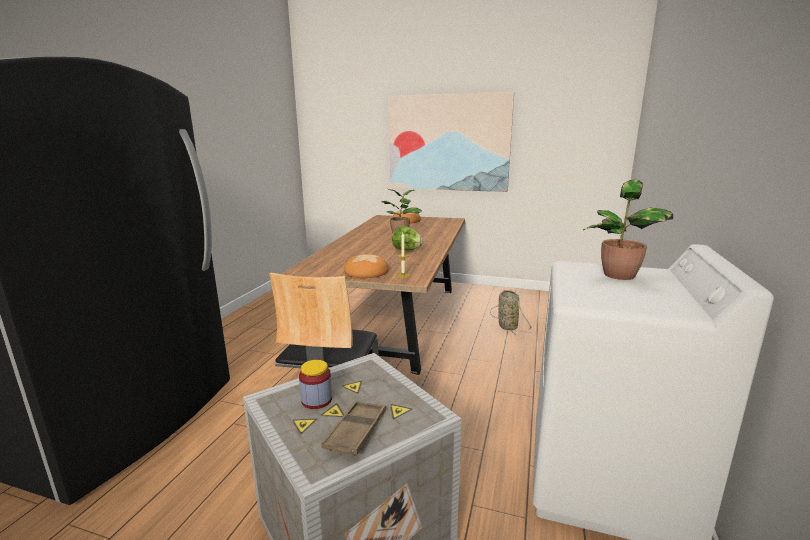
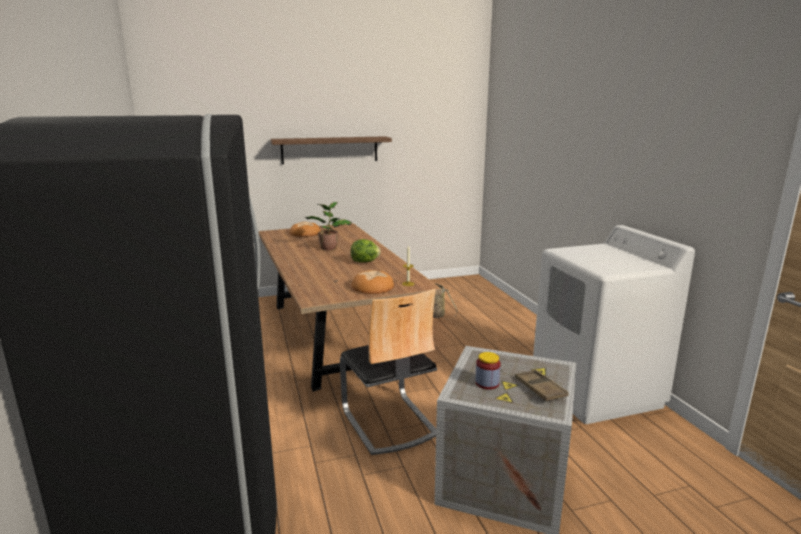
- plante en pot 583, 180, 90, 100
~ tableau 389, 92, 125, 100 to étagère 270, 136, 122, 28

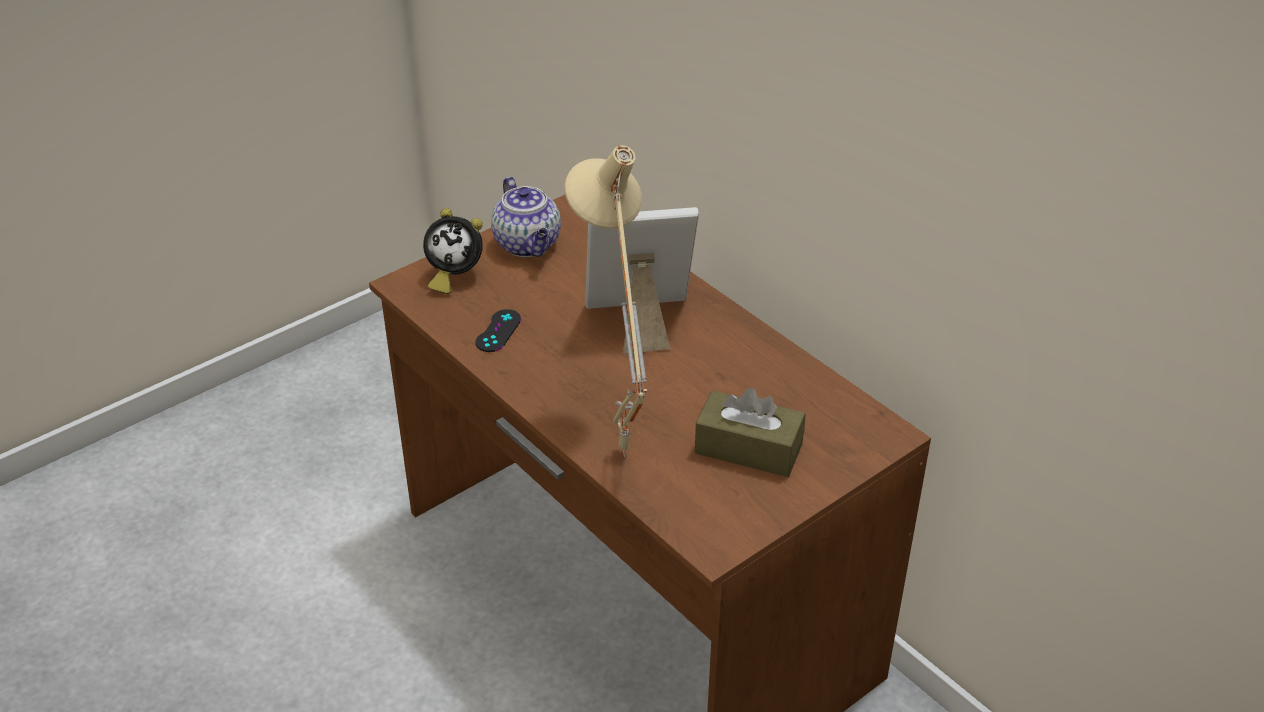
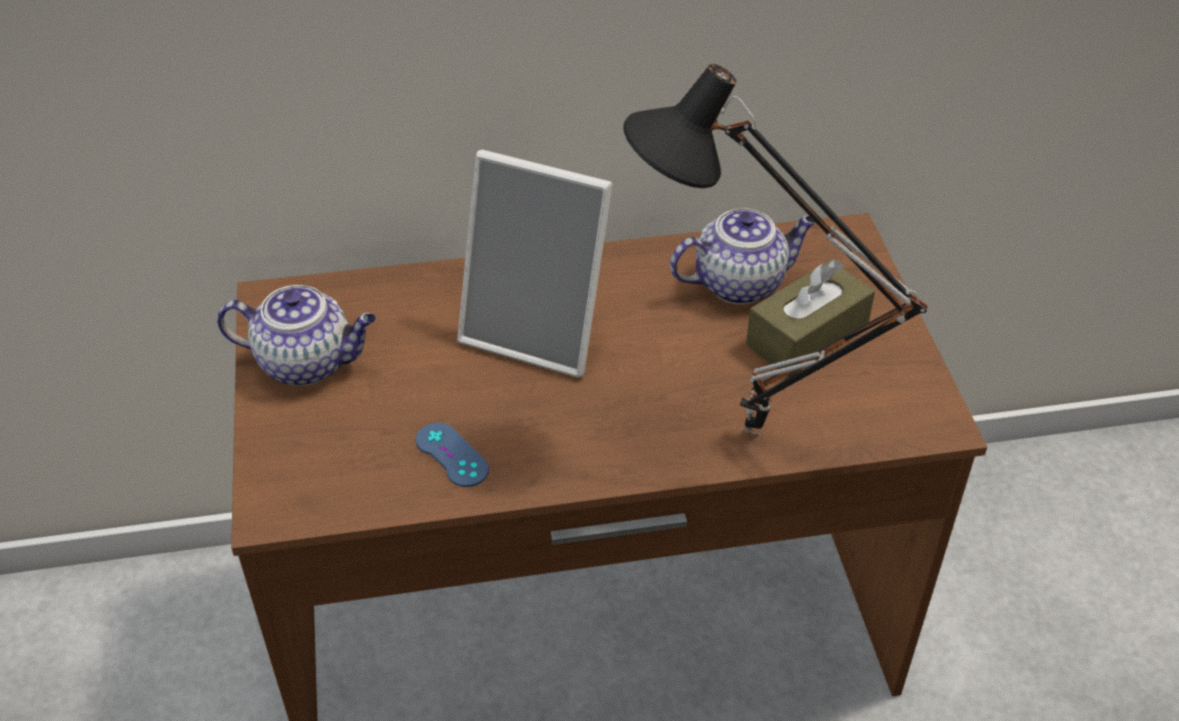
- réveil 423, 208, 60, 86
+ théière 670, 208, 146, 96
~ manette (noir) 475, 309, 46, 43 to manette (bleu) 416, 423, 73, 64
~ lampe de table (beige) 564, 145, 83, 313 to lampe de table (noir) 623, 64, 305, 371
~ cadre photo 585, 207, 114, 146 = 457, 150, 155, 228 90 degrees counterclockwise

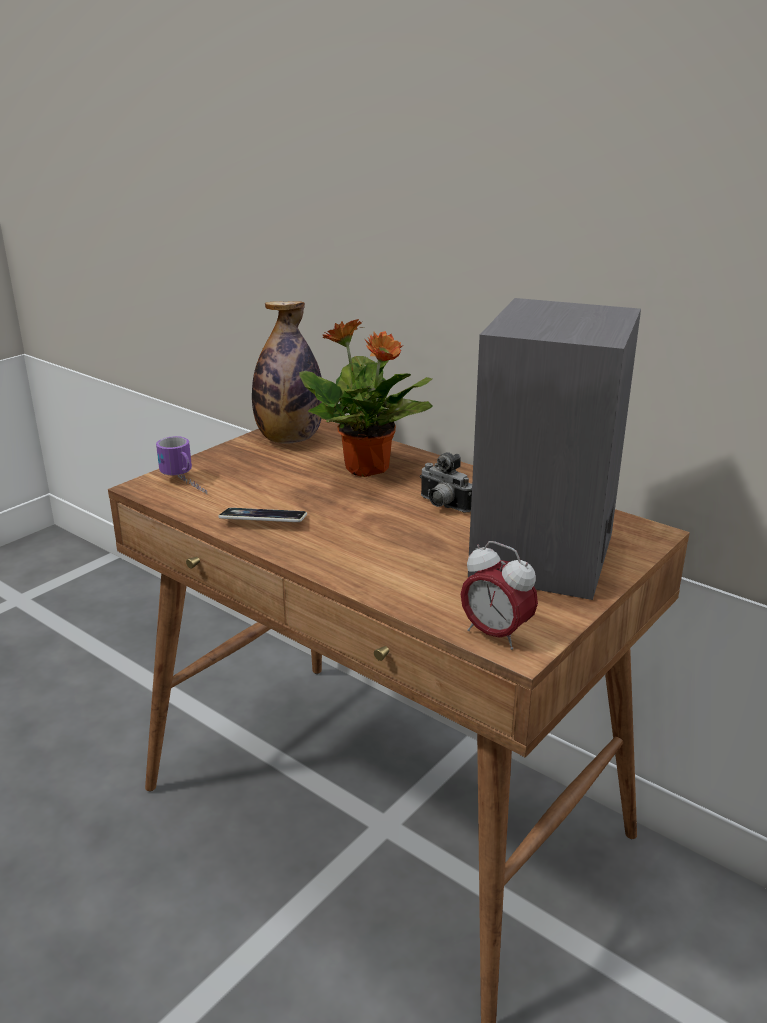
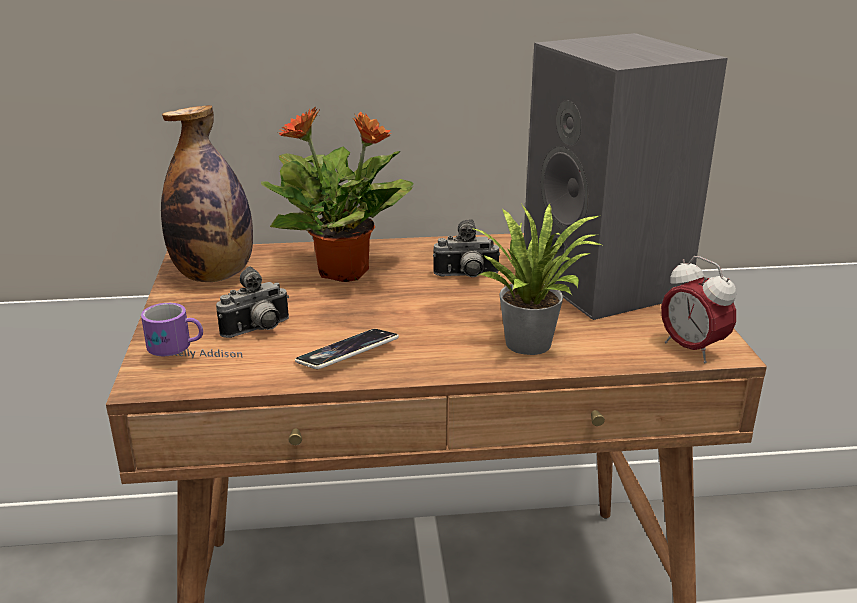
+ appareil photo 216, 266, 73, 72
+ plante en pot 474, 203, 127, 152
~ réveil 461, 541, 77, 109 = 661, 256, 75, 107 60 degrees clockwise

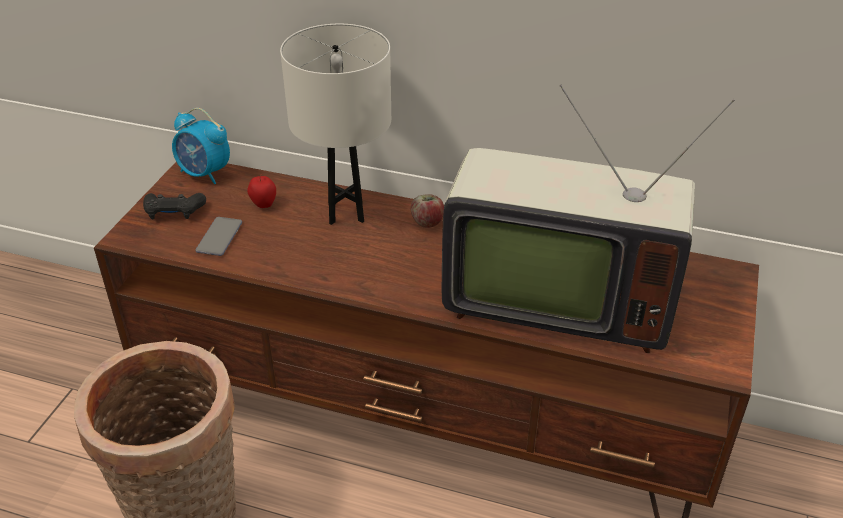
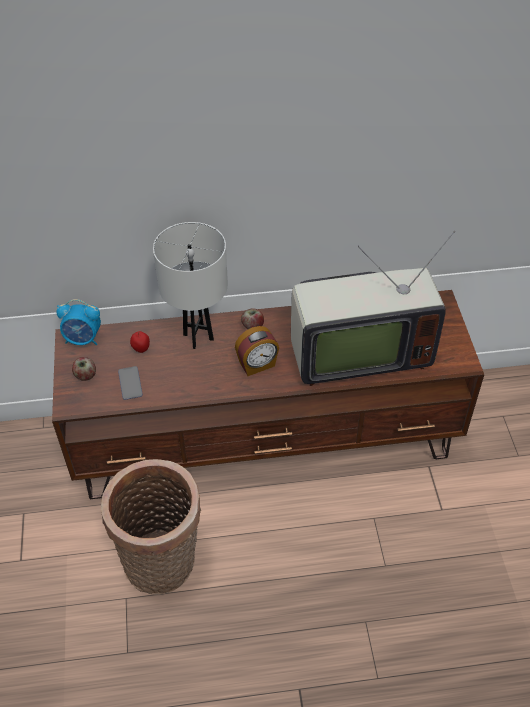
+ réveil 235, 326, 44, 50
~ manette (noir) 143, 193, 63, 26 to pomme 72, 357, 24, 24

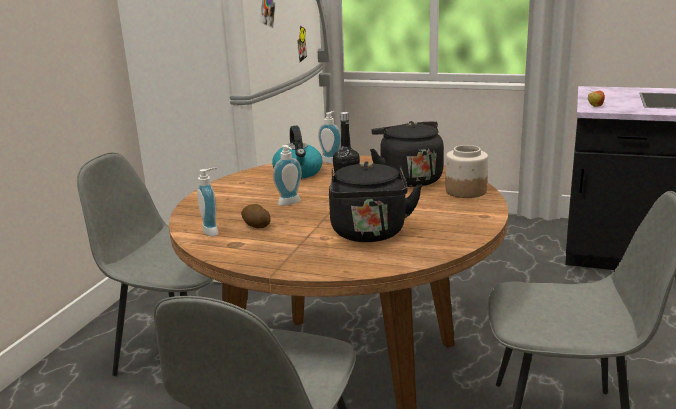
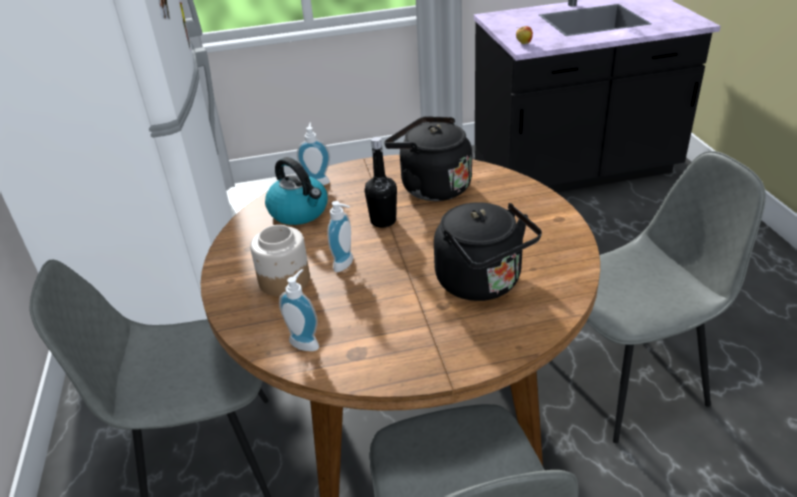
- pomme de terre 241, 204, 30, 25
~ bocal 445, 145, 43, 53 to 250, 225, 60, 71

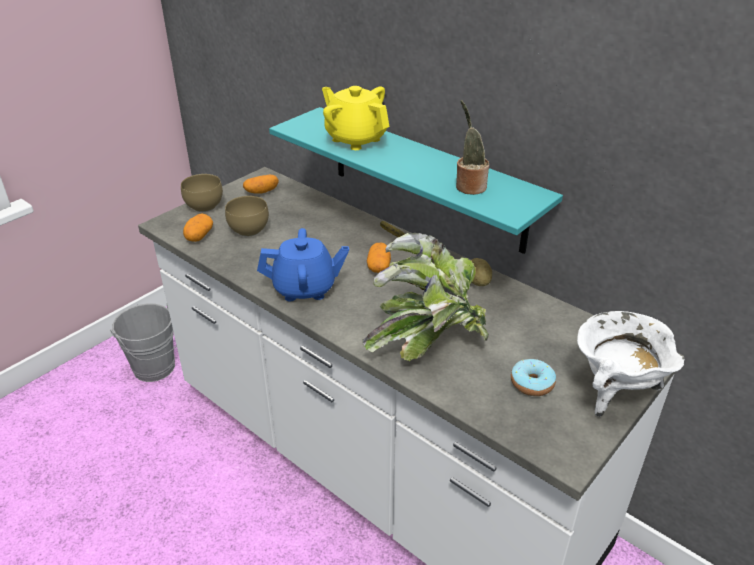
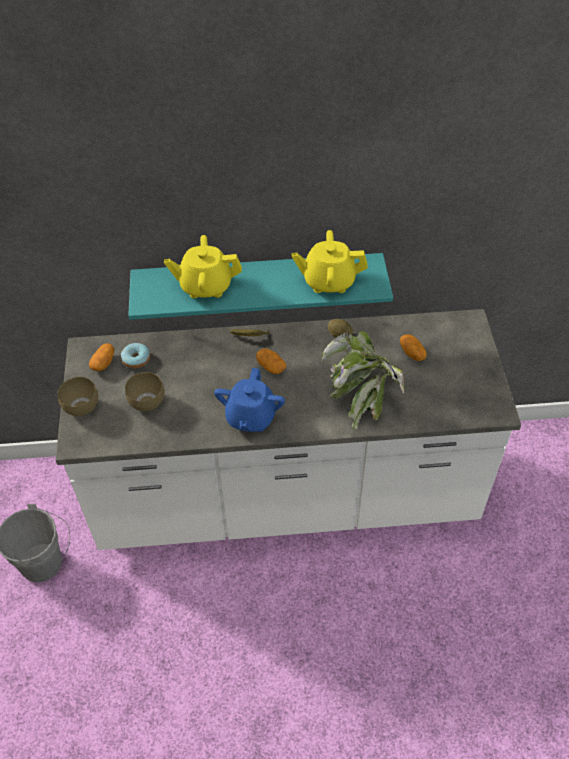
- marmite (blanc) 577, 311, 107, 106
~ pomme de terre 183, 213, 30, 29 to 400, 334, 27, 27
~ beignet 511, 359, 45, 37 to 121, 343, 29, 26
~ plante en pot 456, 100, 33, 95 to théière (jaune) 292, 230, 75, 63
~ théière (bleu) 257, 228, 92, 73 = 214, 368, 71, 64 150 degrees clockwise

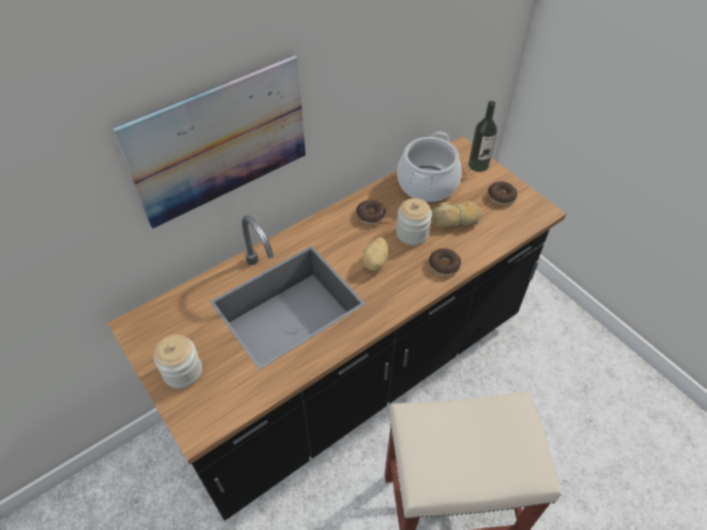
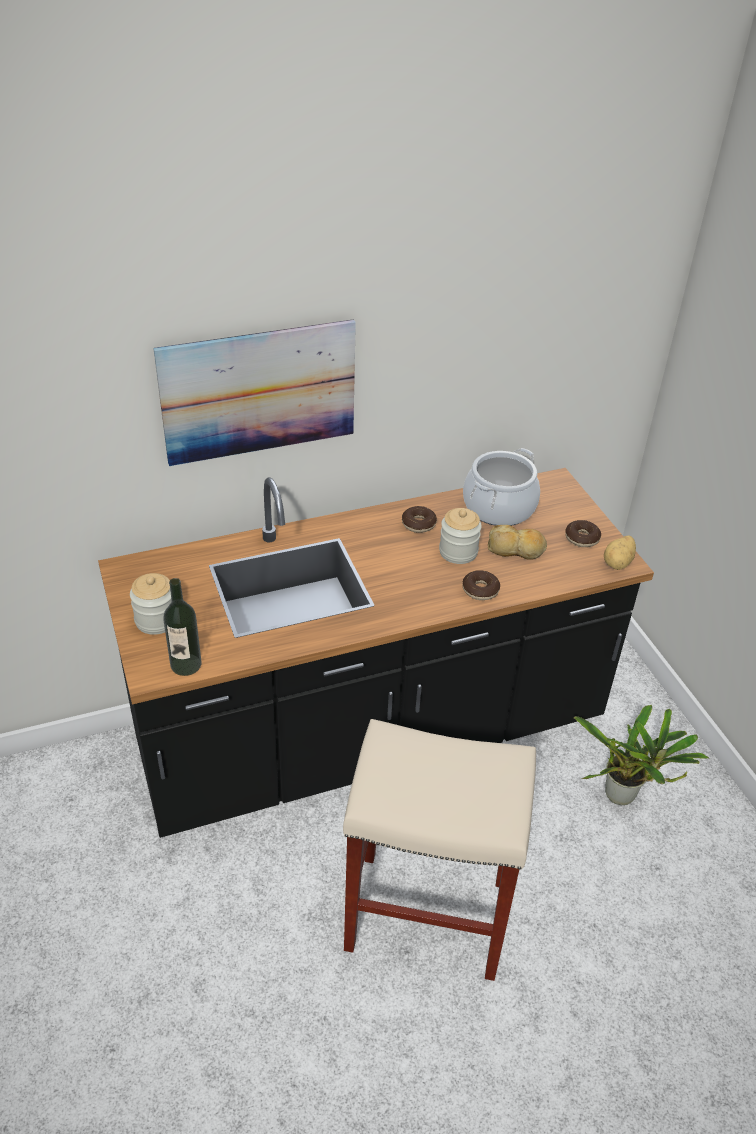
+ plante en pot 574, 704, 135, 101
~ pomme de terre 362, 237, 26, 34 to 604, 535, 32, 35
~ bouteille 468, 101, 29, 71 to 163, 578, 39, 98

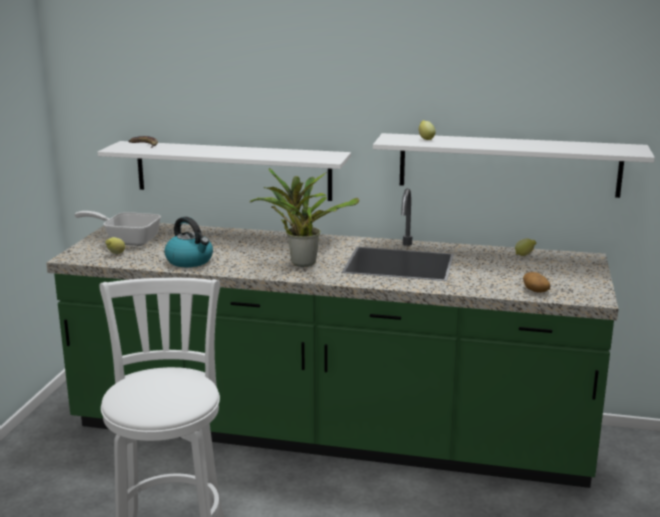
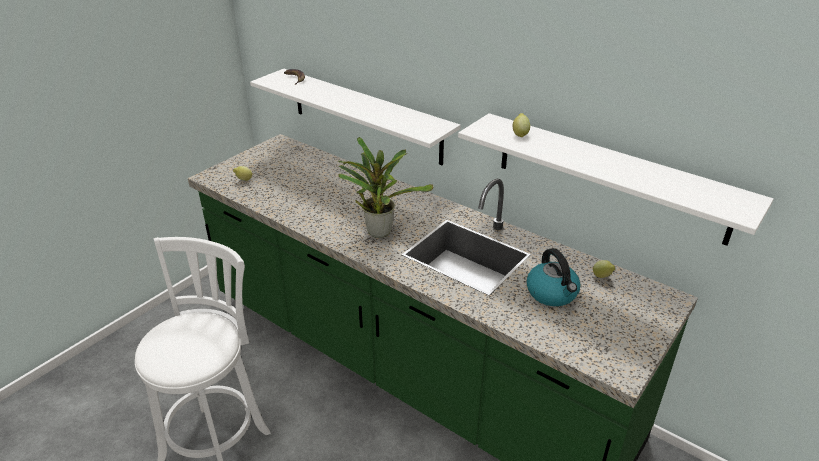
- poêle 74, 211, 87, 35
- pomme de terre 523, 272, 27, 21
~ bouilloire 164, 217, 49, 50 to 526, 248, 55, 58

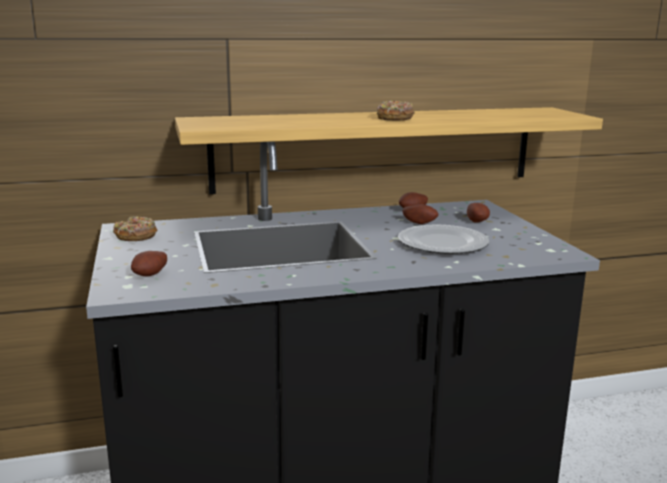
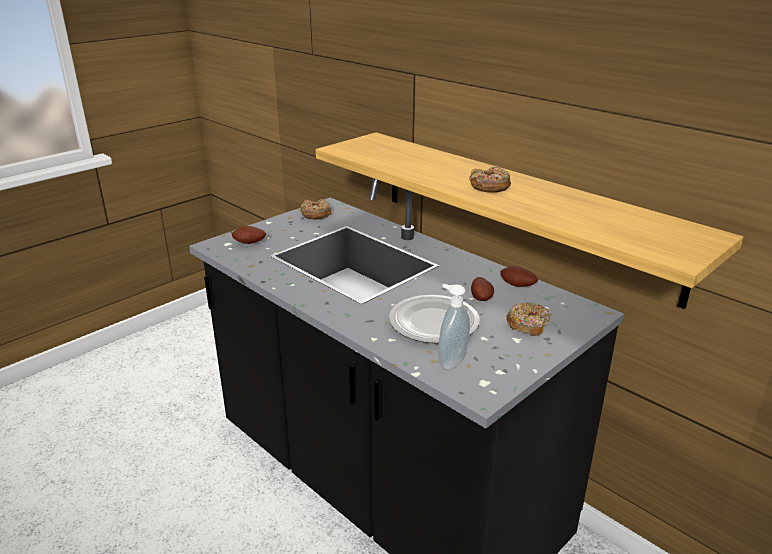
+ distributeur de savon 438, 284, 32, 86
~ pomme de terre 467, 203, 23, 20 to beignet 506, 303, 45, 33

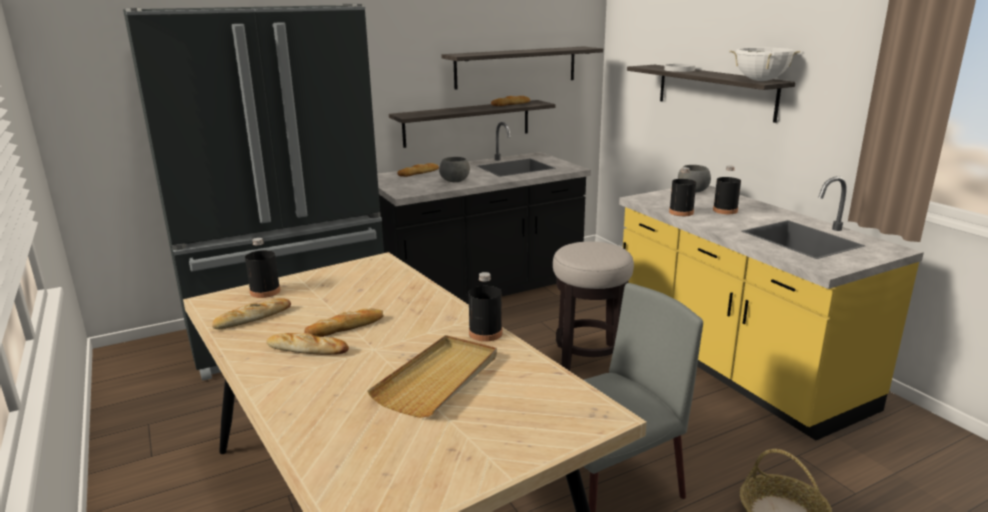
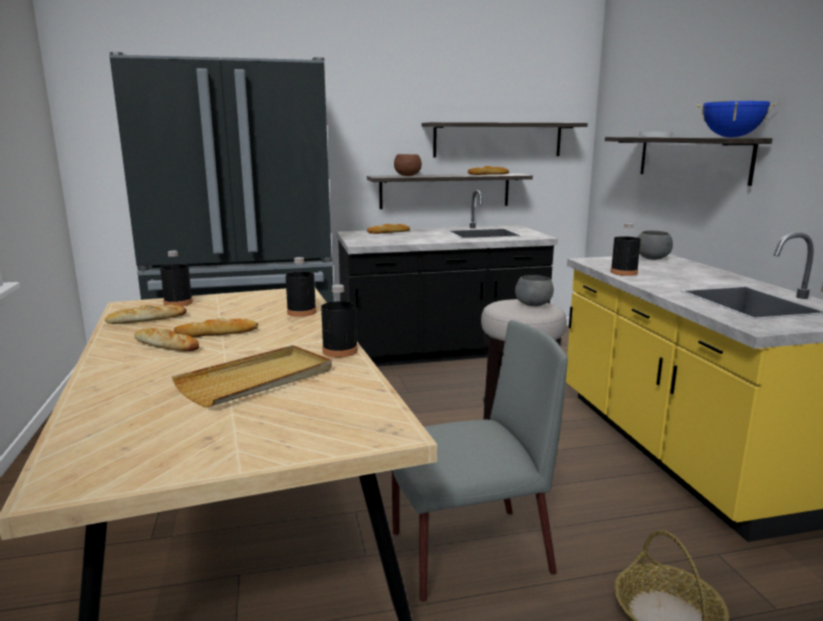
+ bol (marron) 394, 154, 28, 22
~ bol (gris) 439, 157, 31, 25 to 515, 275, 39, 32
~ bouteille (noir) 713, 165, 28, 49 to 285, 257, 31, 60
~ marmite (blanc) 730, 47, 71, 34 to marmite (bleu) 695, 101, 84, 37

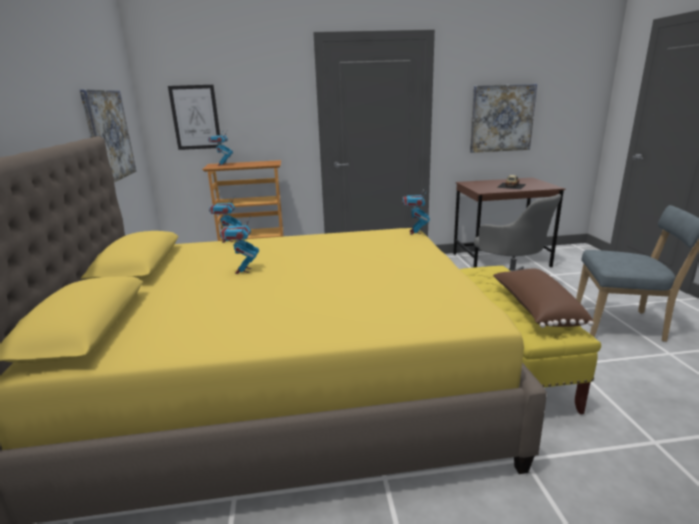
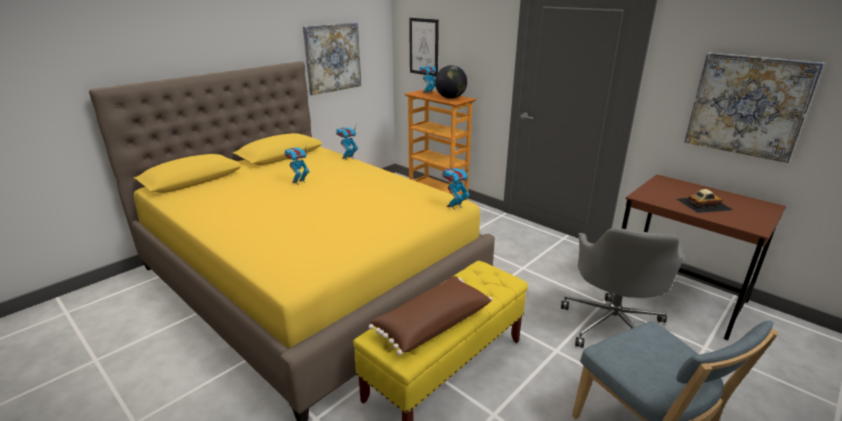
+ globe 435, 65, 32, 34

